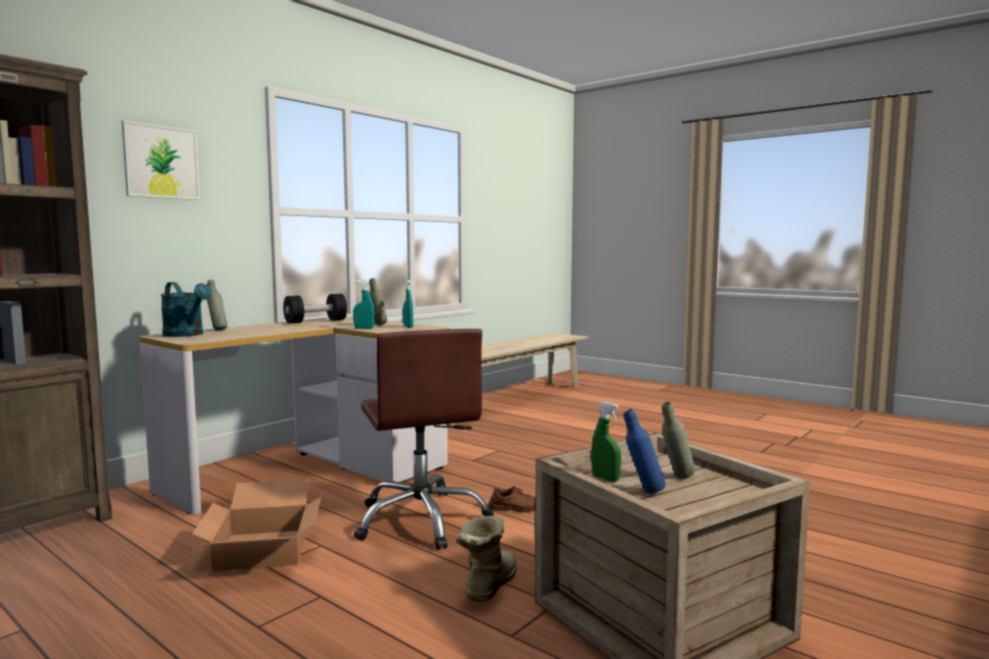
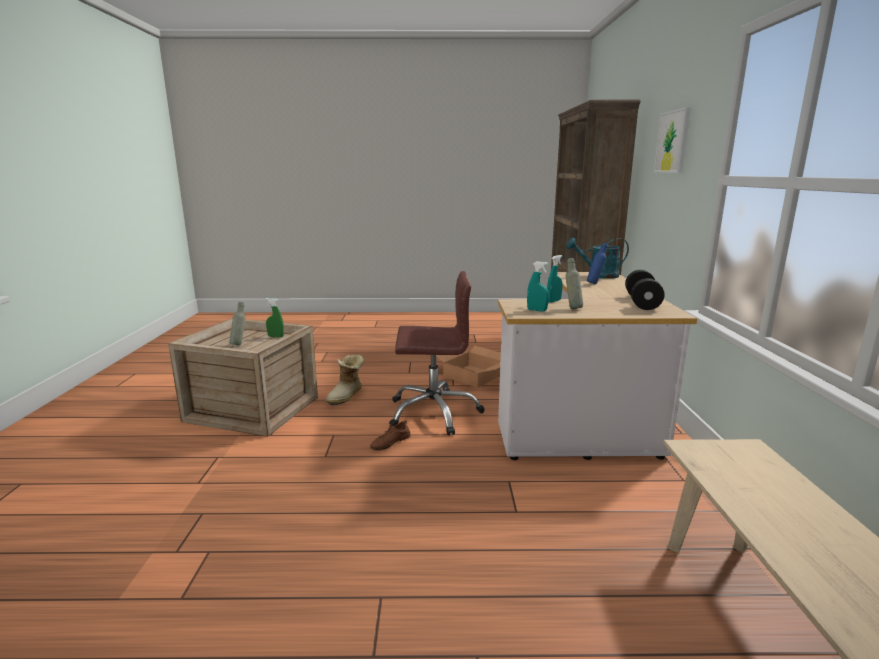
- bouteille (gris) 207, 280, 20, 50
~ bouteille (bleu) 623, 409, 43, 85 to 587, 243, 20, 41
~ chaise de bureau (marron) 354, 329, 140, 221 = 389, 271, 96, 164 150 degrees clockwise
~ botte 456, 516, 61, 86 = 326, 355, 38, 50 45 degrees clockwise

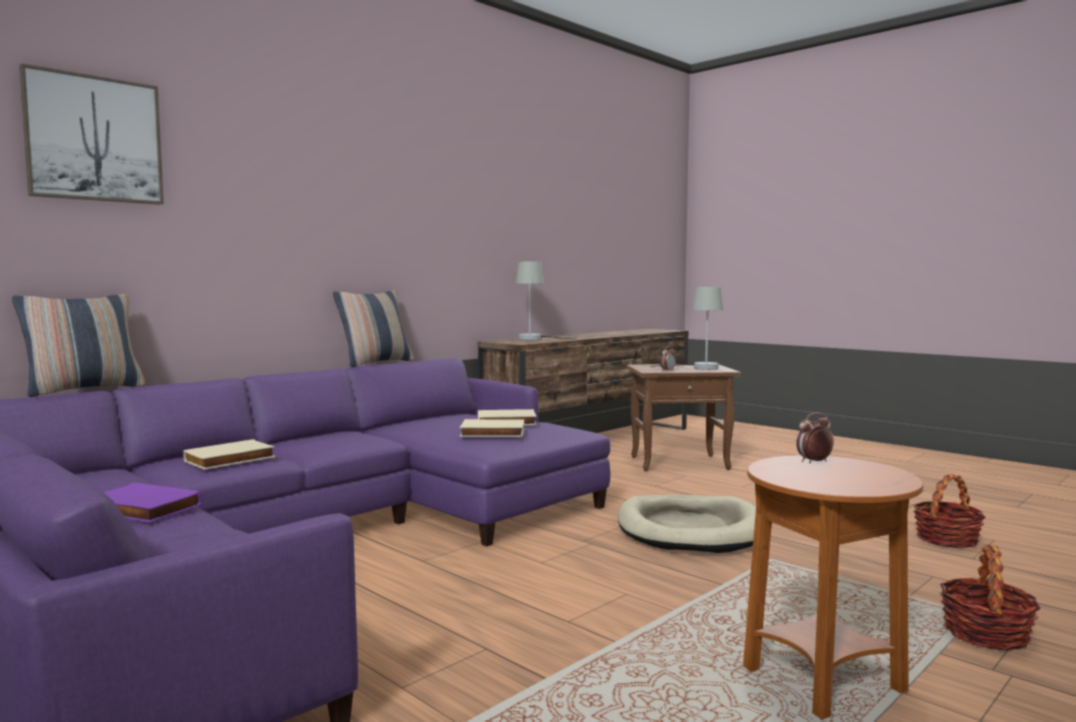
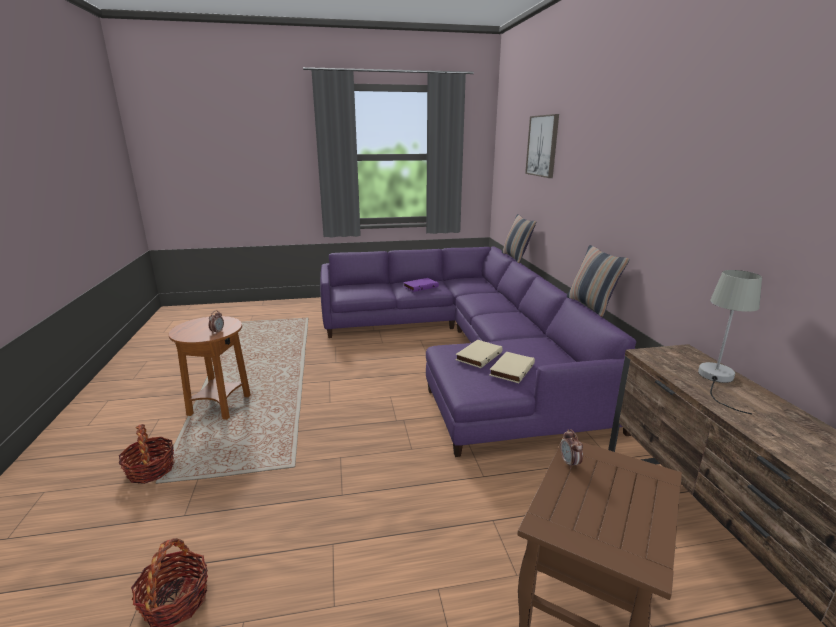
- livre (beige) 183, 439, 92, 30
- panier pour chien (beige) 618, 495, 138, 58
- lampe de table (gris) 650, 287, 73, 83

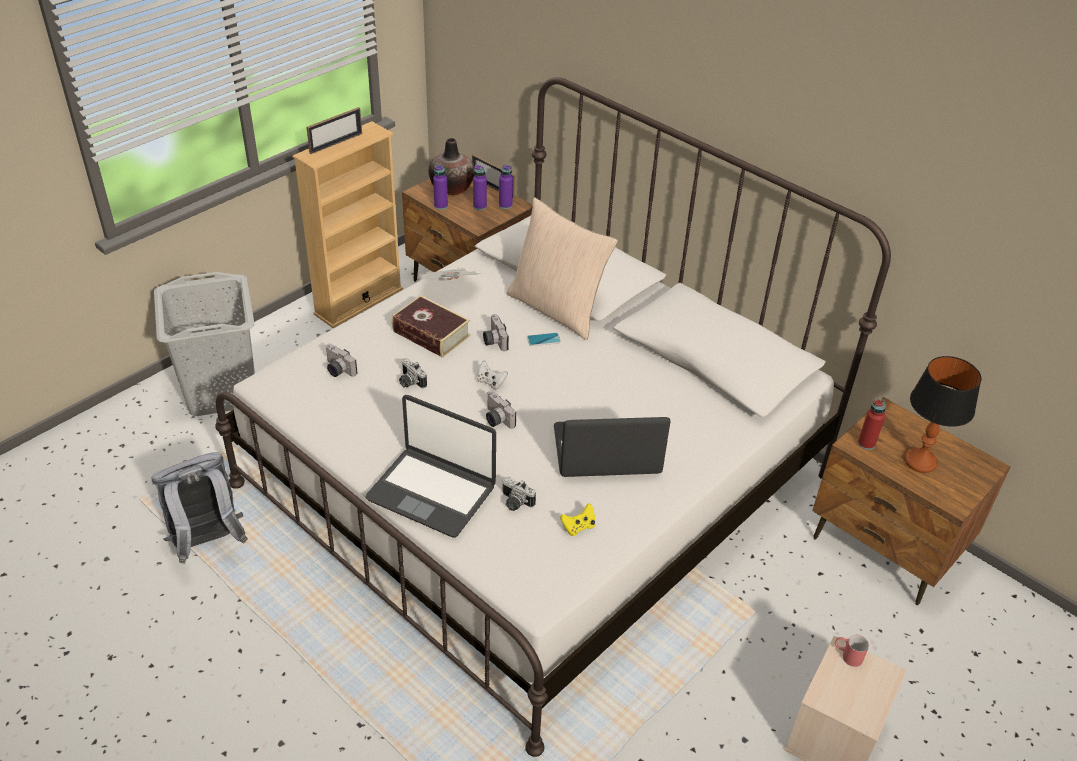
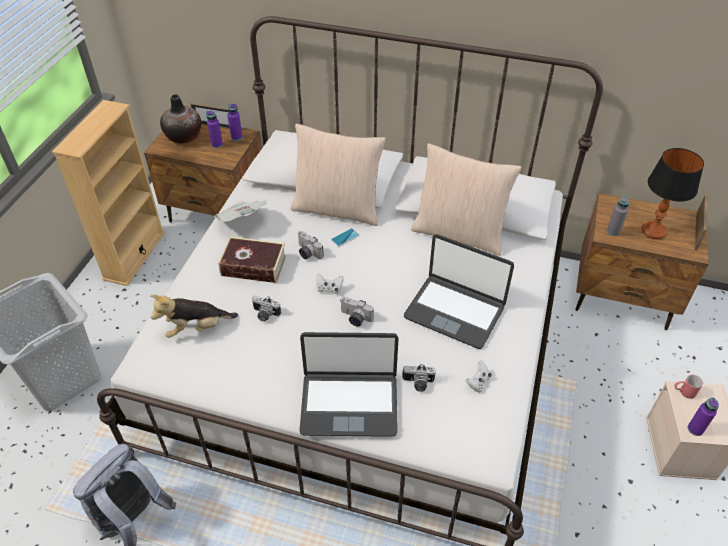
+ coussin (beige) 411, 143, 111, 113
~ cadre photo 306, 107, 56, 47 to 694, 193, 14, 57
~ bouteille (violet) 433, 165, 15, 45 to 688, 397, 31, 39
~ appareil photo 325, 344, 33, 33 to peluche 150, 295, 88, 43
~ manette (jaune) 560, 503, 35, 33 to manette (blanc) 466, 361, 25, 32
~ bouteille (rouge) 858, 399, 28, 51 to bouteille (gris) 607, 196, 22, 40
~ ordinateur portable 554, 417, 117, 60 = 404, 234, 110, 115 120 degrees counterclockwise

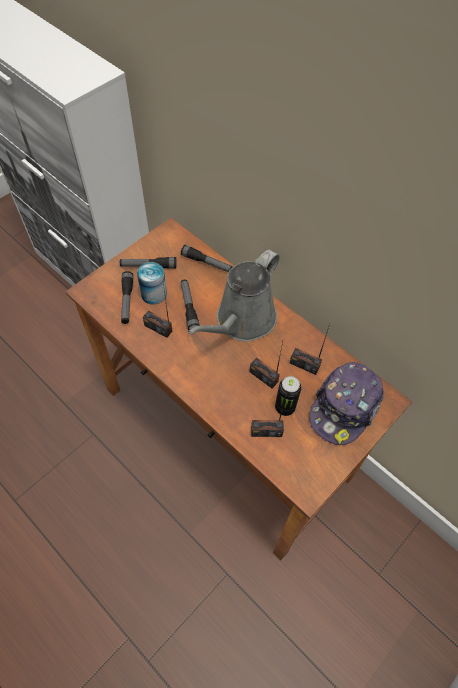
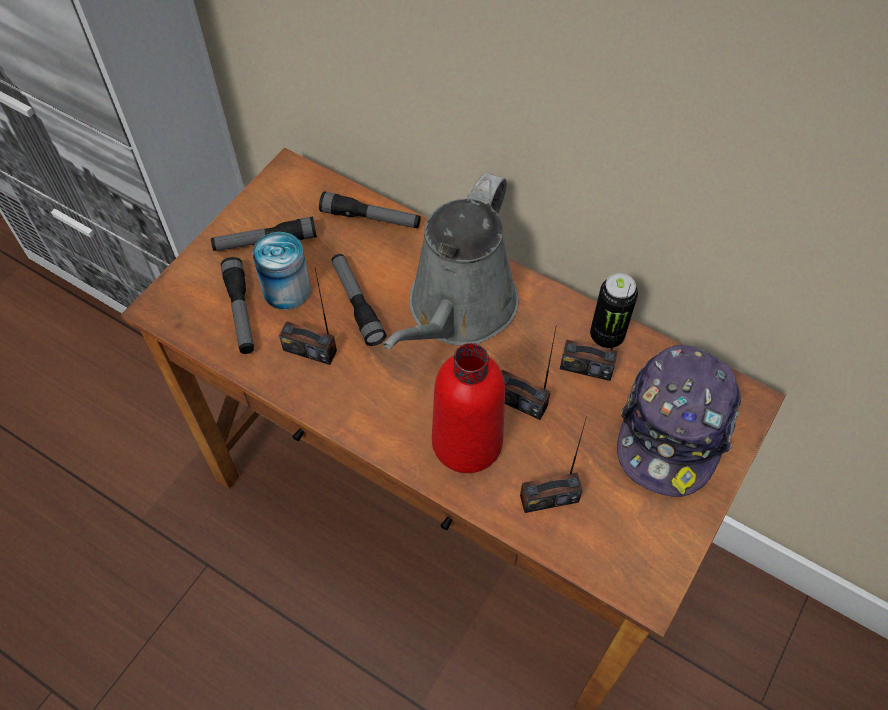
+ bouteille (rouge) 432, 343, 73, 130
~ boîte métallique 275, 376, 26, 40 to 590, 273, 48, 75

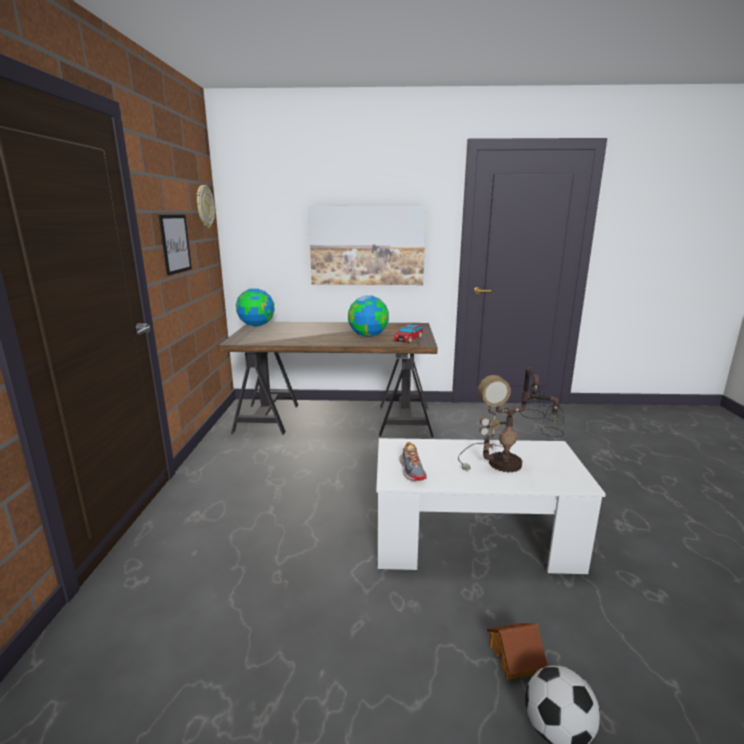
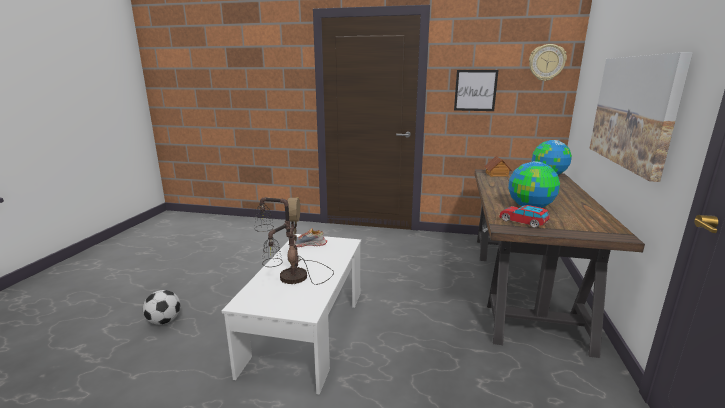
~ maison miniature 487, 623, 61, 57 to 484, 156, 28, 21

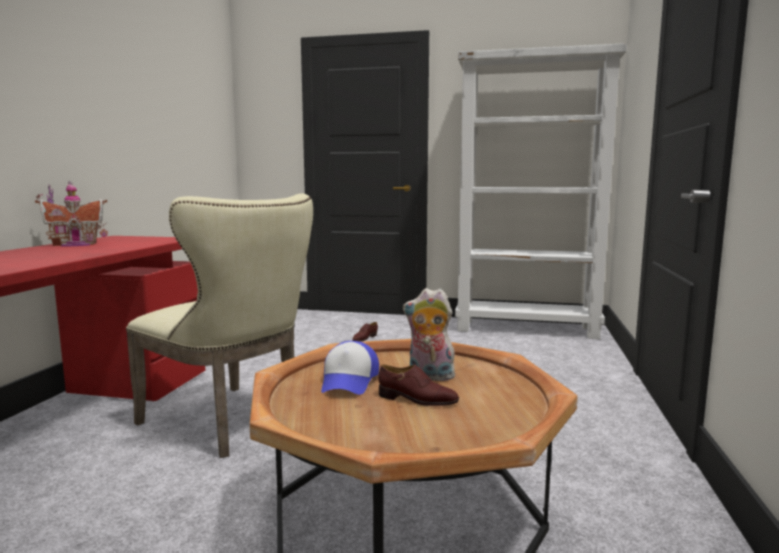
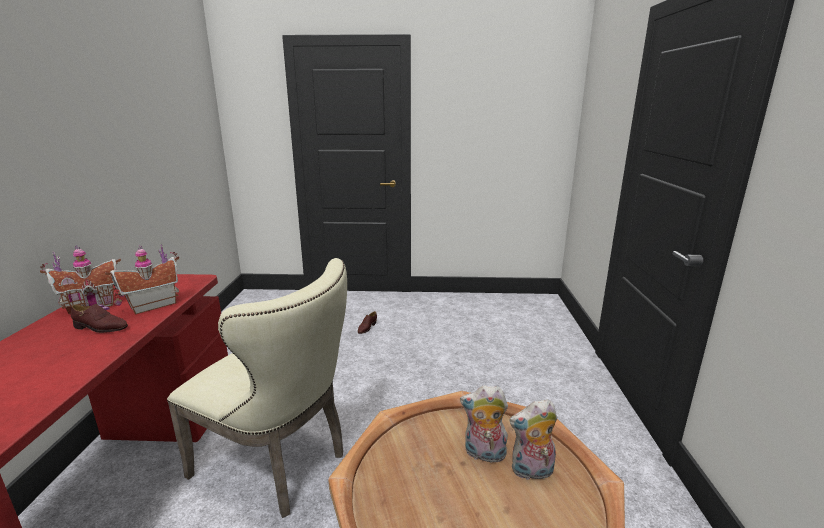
- casquette 321, 341, 58, 54
- bibliothèque (blanc) 455, 43, 172, 296
+ maison miniature 105, 244, 74, 71
+ peluche 509, 399, 48, 81
~ chaussure (marron) 378, 364, 81, 42 to 71, 304, 57, 29

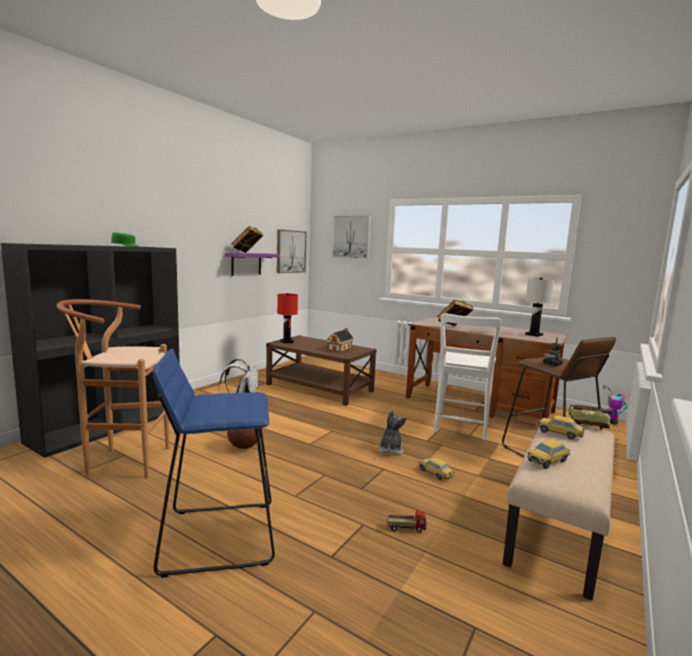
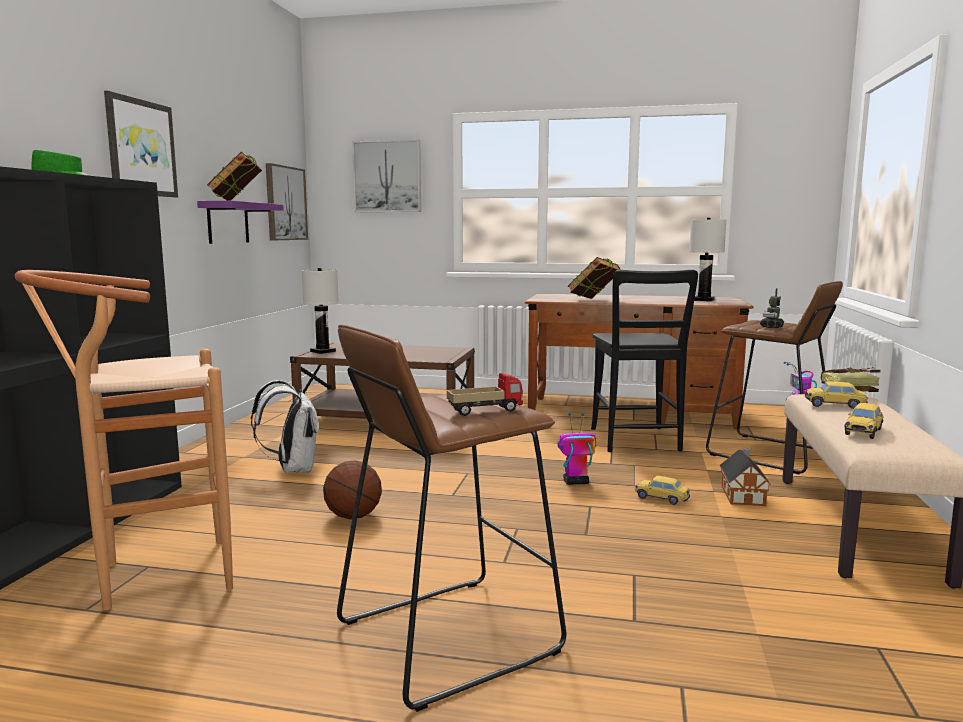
+ tableau 104, 91, 74, 107
~ maison miniature 327, 328, 27, 24 to 720, 448, 51, 58
~ camion jouet 387, 510, 39, 23 to 447, 373, 76, 43
~ peluche 378, 410, 29, 45 to robot jouet 558, 413, 39, 72
~ tabouret (bleu) 153, 349, 122, 229 to tabouret (marron) 337, 324, 229, 388
~ lampe de table (rouge) 277, 293, 21, 50 to lampe de table (blanc) 302, 268, 37, 86
~ chaise (blanc) 434, 313, 67, 128 to chaise (noir) 591, 270, 107, 182

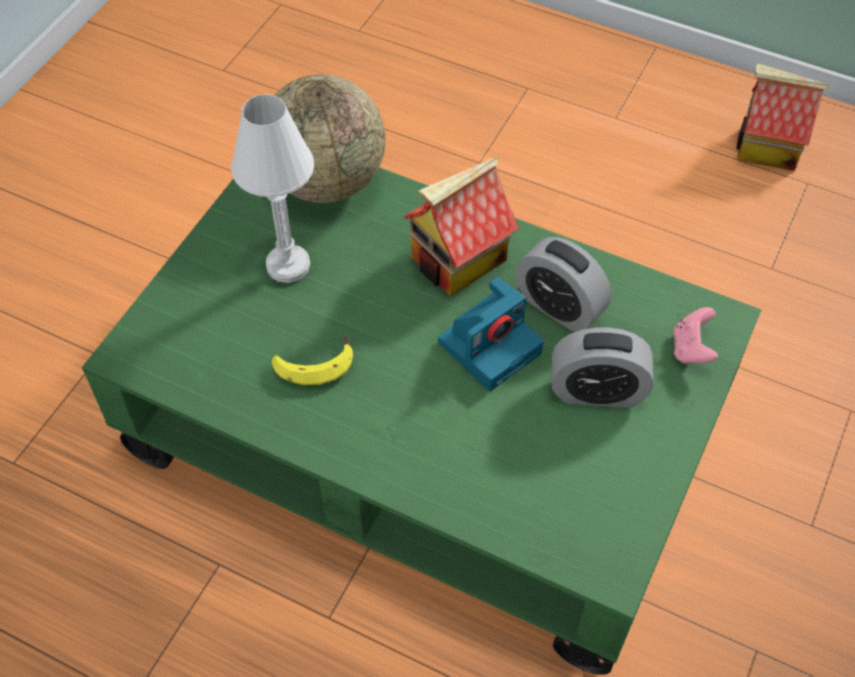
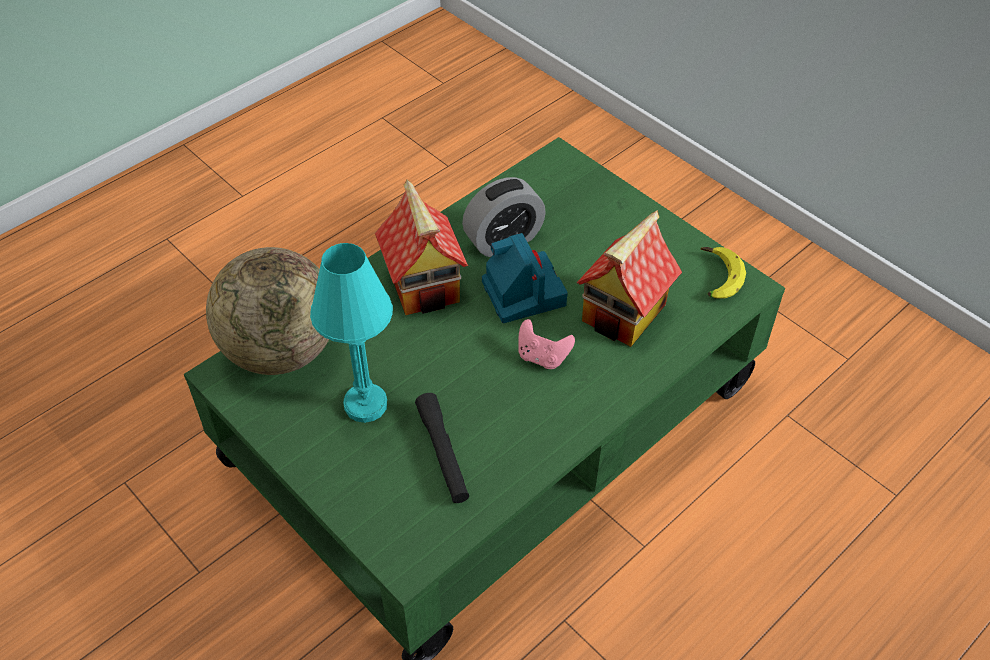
- réveil 551, 327, 102, 81
+ lampe de poche (noir) 415, 393, 54, 110
~ banane 272, 334, 81, 51 to 701, 247, 45, 52
~ manette (rose) 673, 307, 45, 57 to 518, 319, 57, 50
~ maison miniature 736, 64, 92, 107 to 577, 210, 105, 137
~ lampe de table (blanc) 231, 94, 83, 189 to lampe de table (turquoise) 310, 243, 83, 180

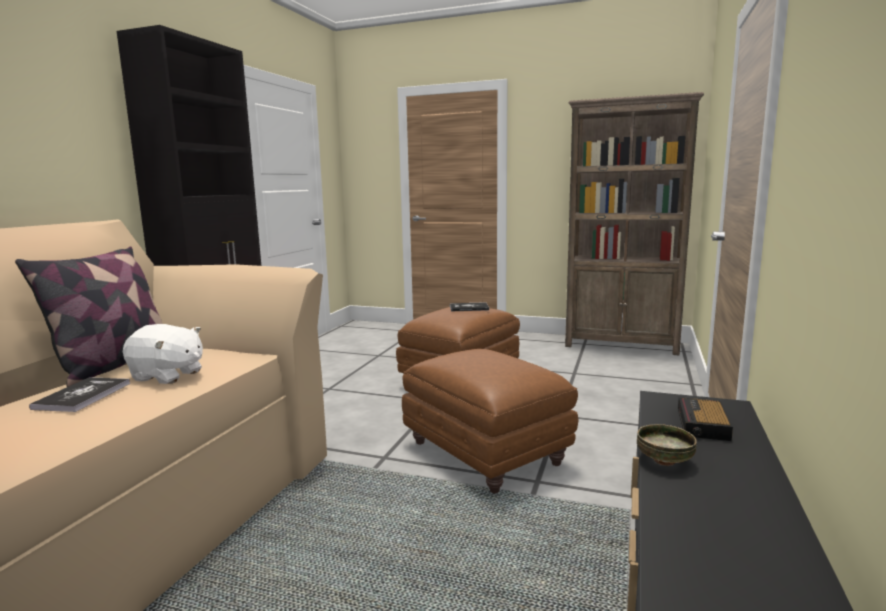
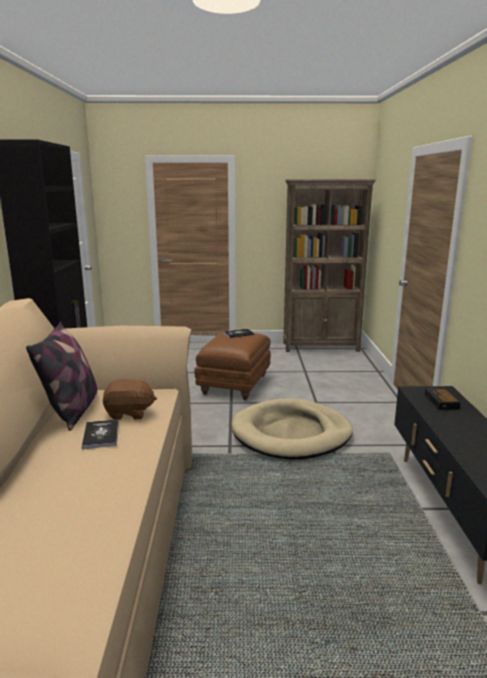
- bol 637, 424, 60, 42
~ pouf (marron) 402, 349, 176, 144 to panier pour chien (beige) 231, 398, 122, 62
~ peluche (blanc) 123, 324, 80, 60 to peluche (marron) 103, 378, 54, 42

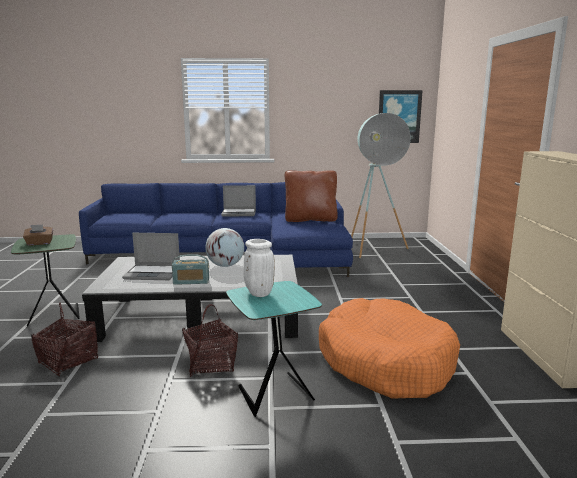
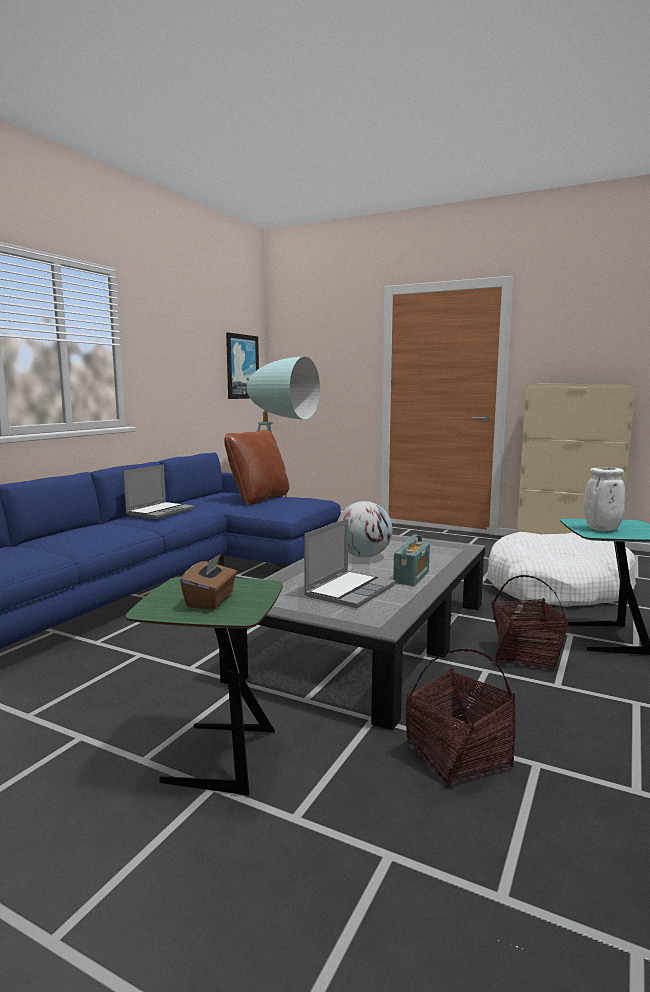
~ panier pour chien (orange) 319, 298, 141, 101 to panier pour chien (blanc) 487, 532, 149, 75

